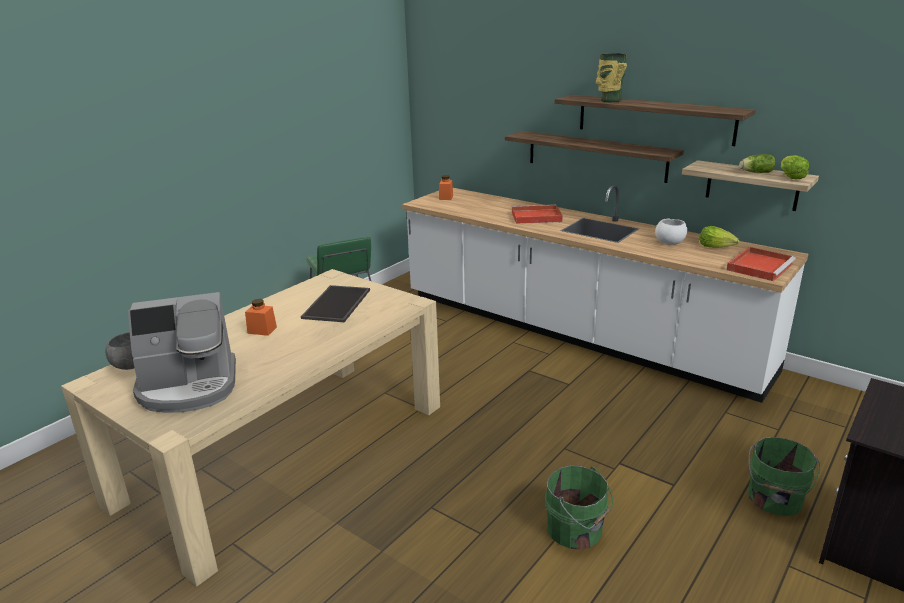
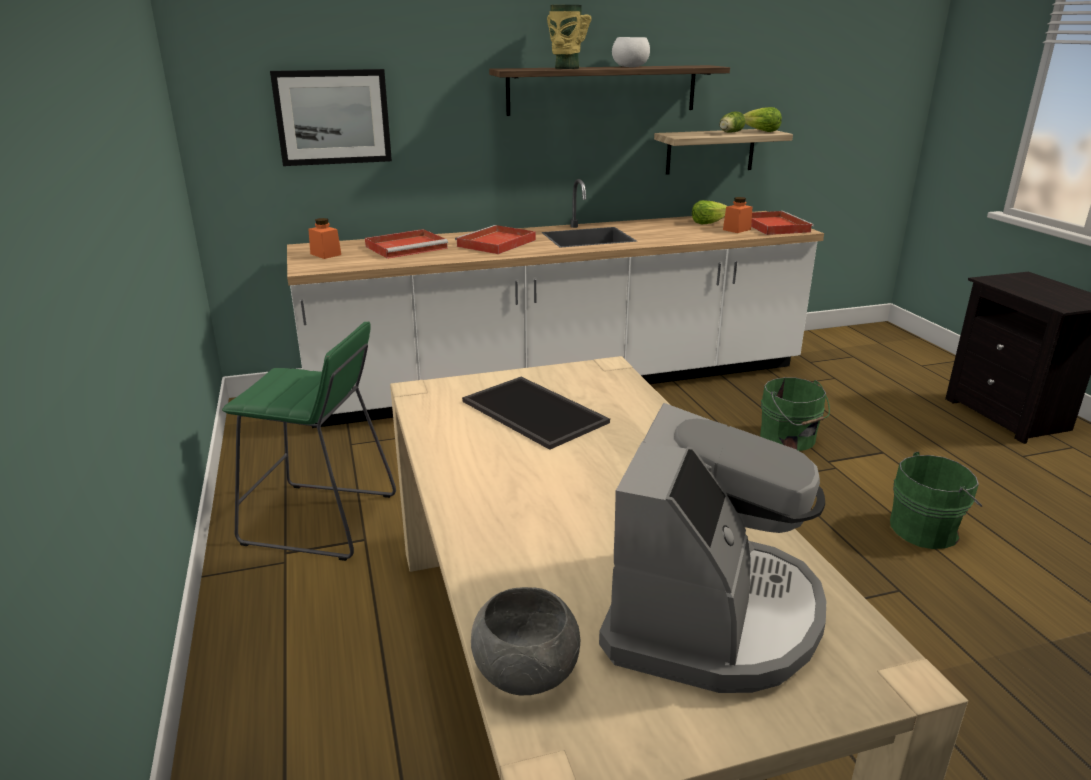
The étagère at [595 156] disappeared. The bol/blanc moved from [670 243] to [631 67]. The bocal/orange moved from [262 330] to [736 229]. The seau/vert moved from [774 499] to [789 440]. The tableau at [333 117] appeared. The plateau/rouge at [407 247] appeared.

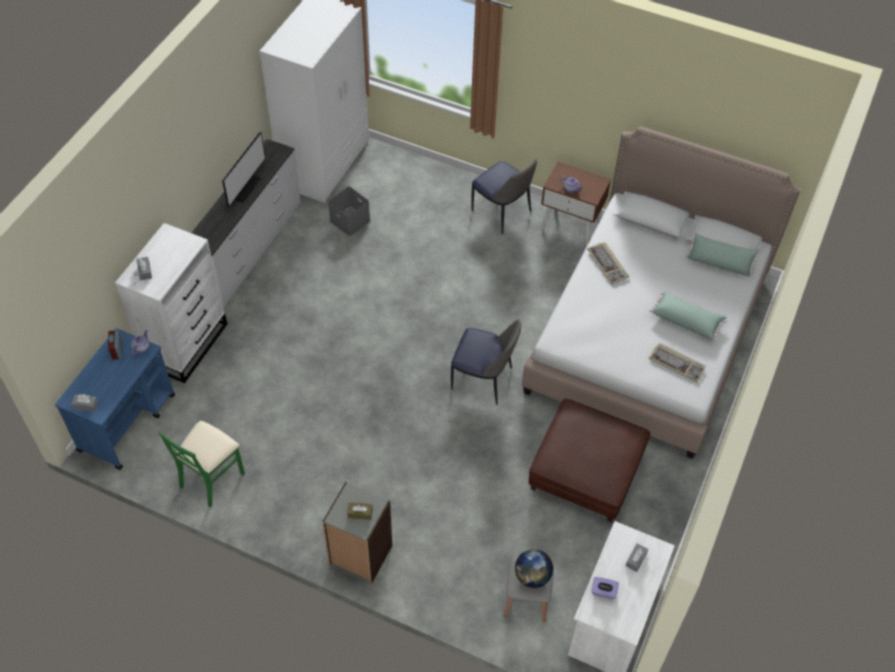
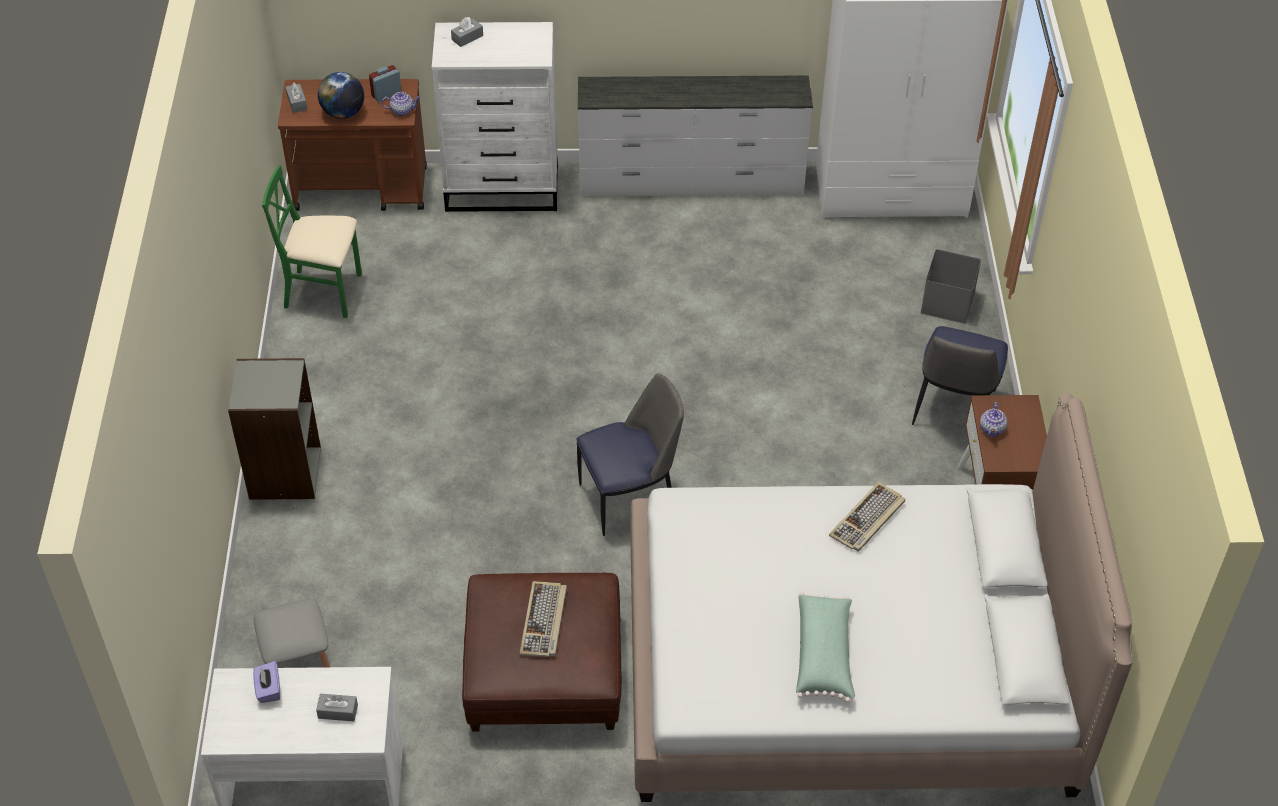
The écran d'ordinateur at [244 188] disappeared. The boîte de rangement/gris moved from [349 221] to [946 301]. The coussin/vert at [719 264] disappeared. The chaise at [483 380] turned 105 degrees counterclockwise. The chariot/bleu at [127 422] became the chariot/marron at [362 189]. The clavier moved from [677 363] to [544 621]. The boîte à mouchoirs/marron at [360 513] disappeared. The globe moved from [532 576] to [343 113].

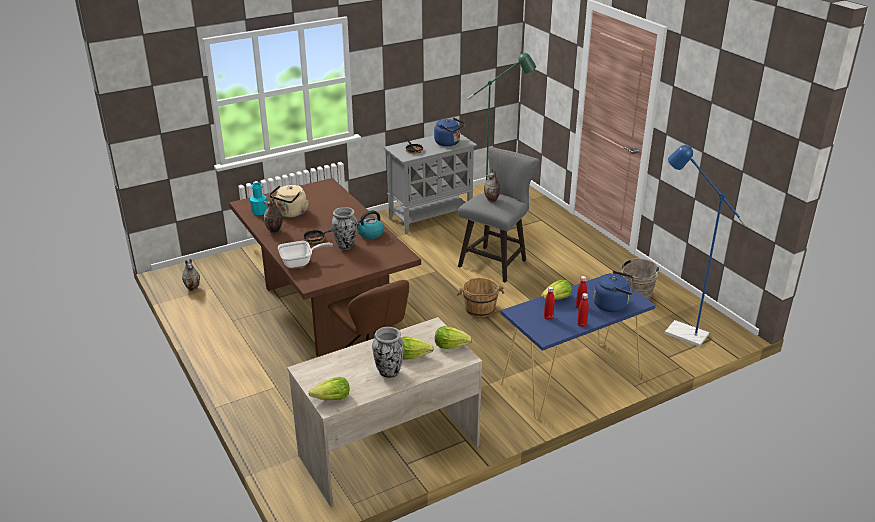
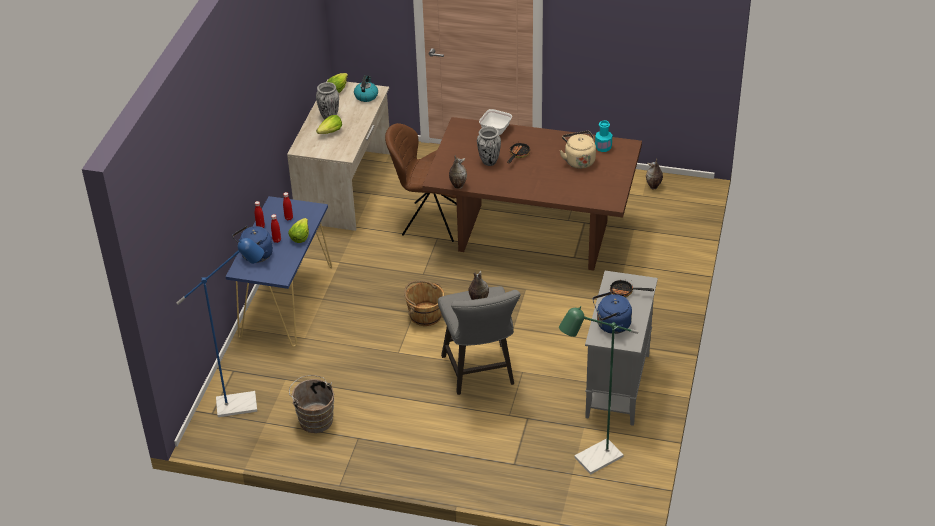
The vase moved from [274 231] to [457 185]. The bouilloire moved from [370 234] to [366 96]. The laitue at [451 345] disappeared.

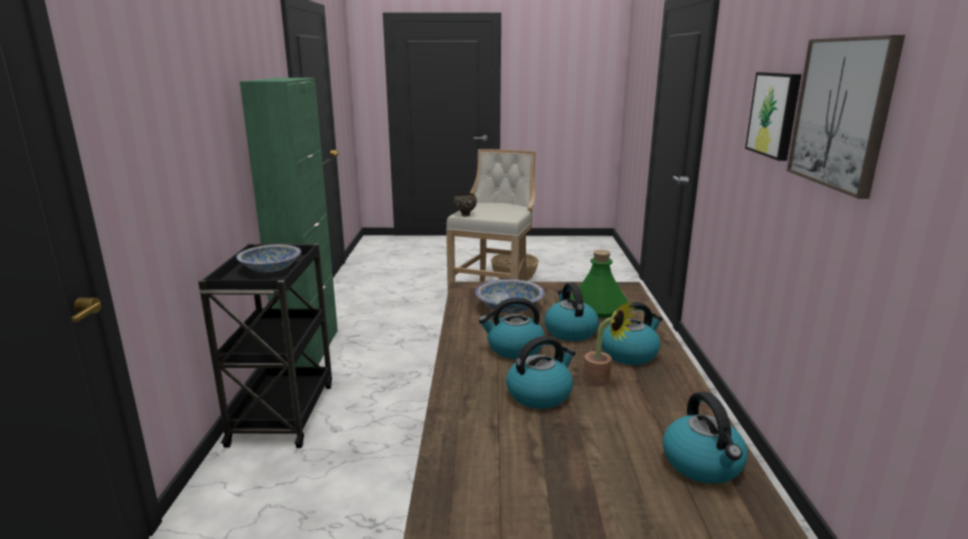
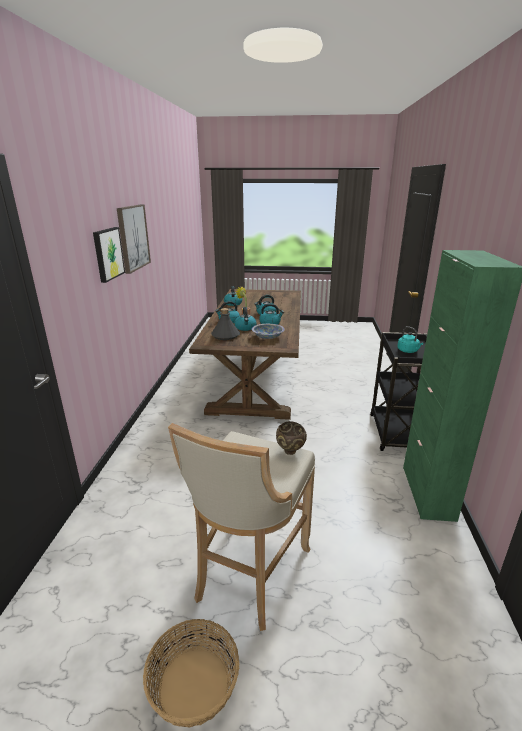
The bol at [271 269] was replaced by the bouilloire/turquoise at [408 351]. The bouteille/vert at [598 308] became the bouteille/gris at [225 336].

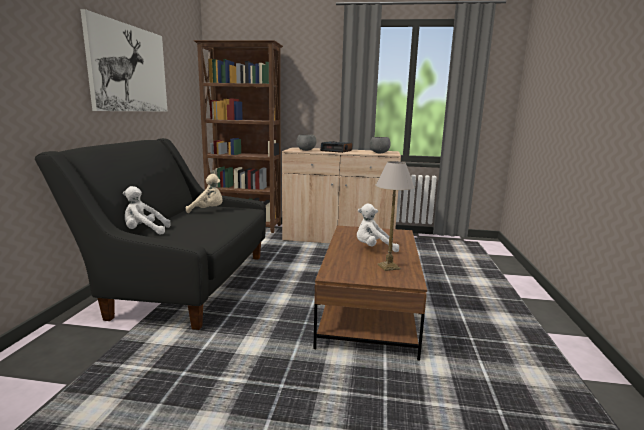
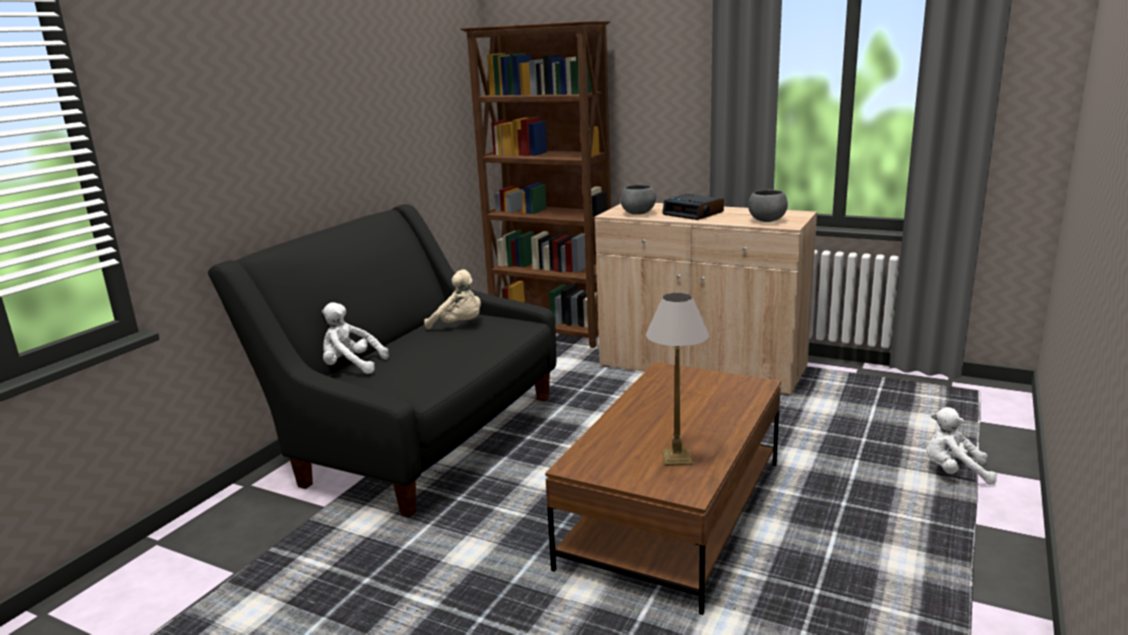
The tableau at [129 69] disappeared. The peluche/blanc moved from [374 248] to [954 472].

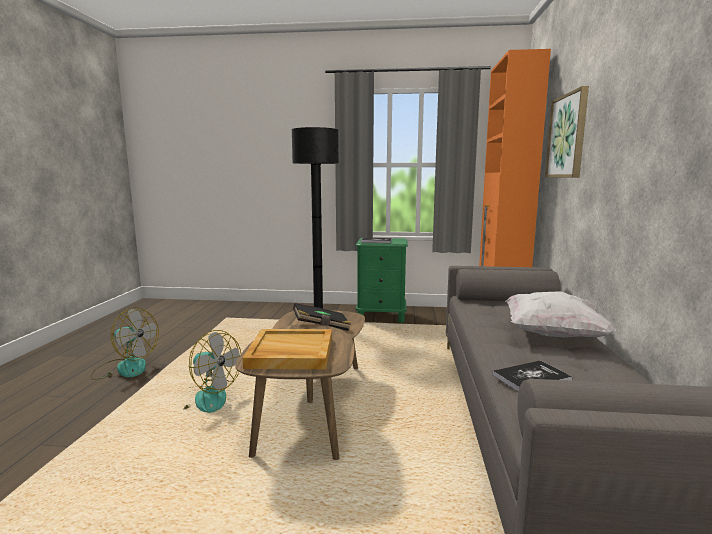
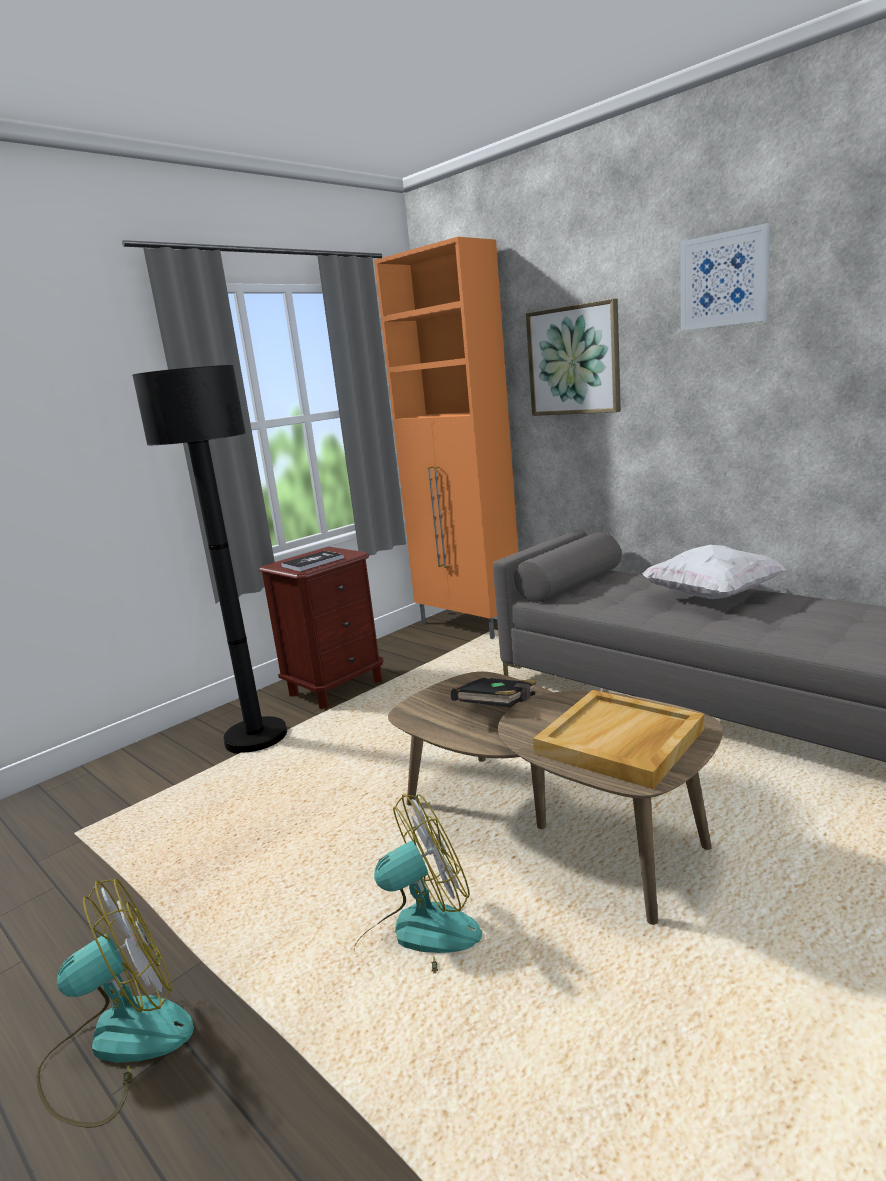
The table de chevet/vert at [381 316] became the table de chevet/marron at [336 687]. The livre at [531 378] disappeared. The tableau at [724 280] appeared.

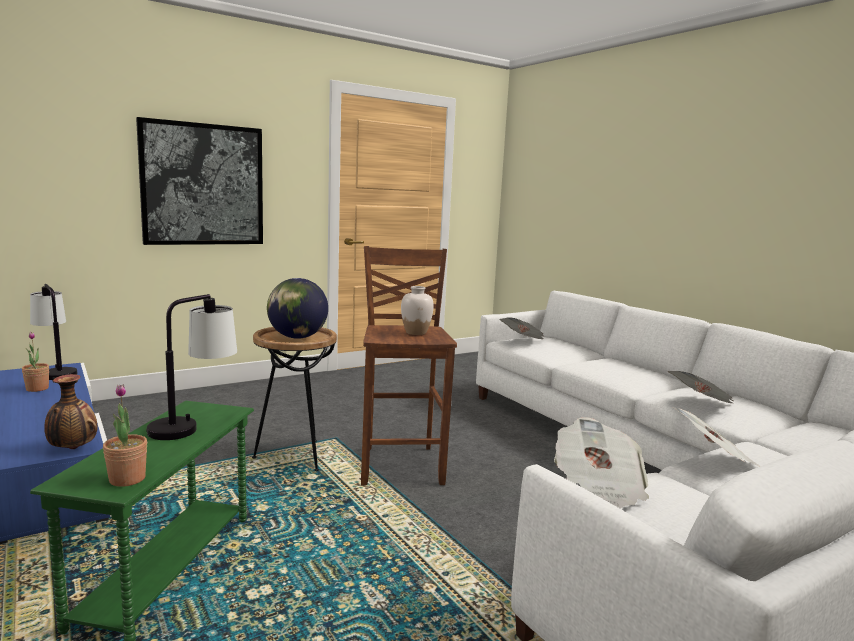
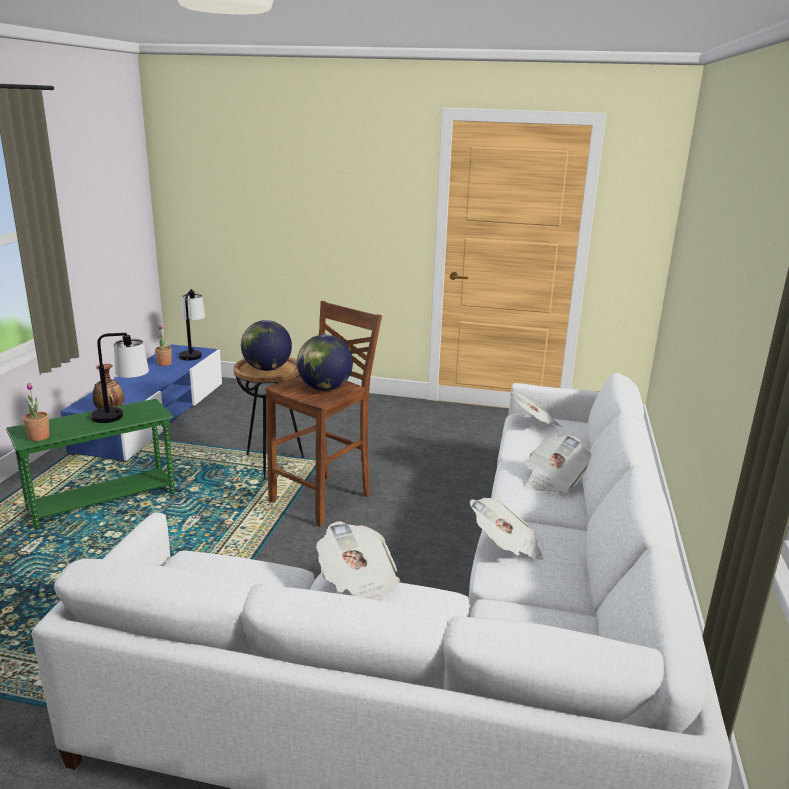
The tableau at [203 184] disappeared. The vase/blanc at [416 333] was replaced by the globe at [325 389]. The journal moved from [598 488] to [554 480].

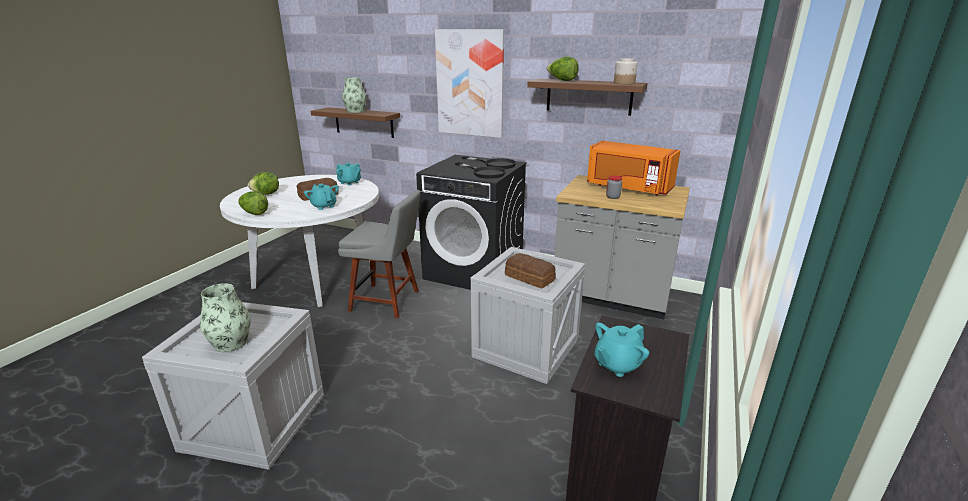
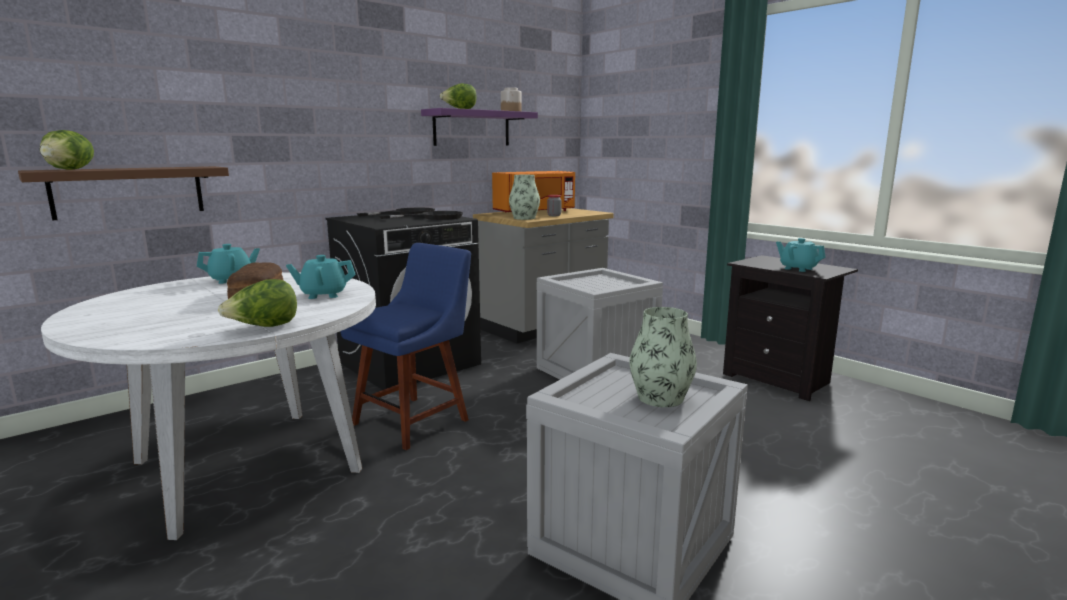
The tableau at [470 84] disappeared. The vase moved from [355 111] to [524 218]. The étagère/marron at [589 96] became the étagère/violet at [472 128]. The laitue moved from [266 194] to [71 169]. The chaise/gris at [388 301] became the chaise/bleu at [415 420]. The pain at [529 278] disappeared. The théière/turquoise at [617 364] turned 150 degrees clockwise.

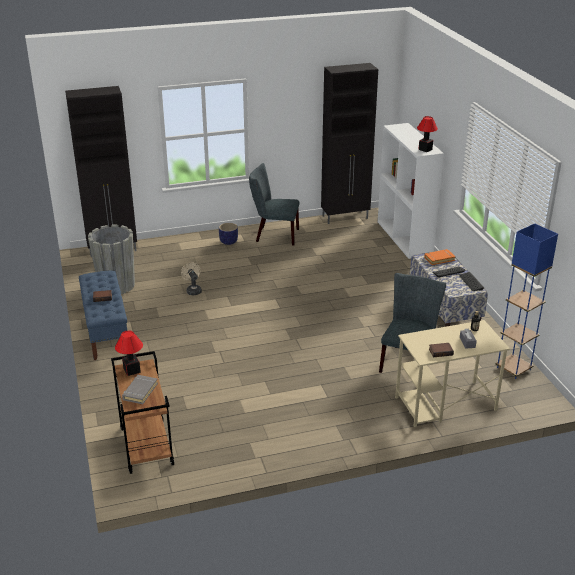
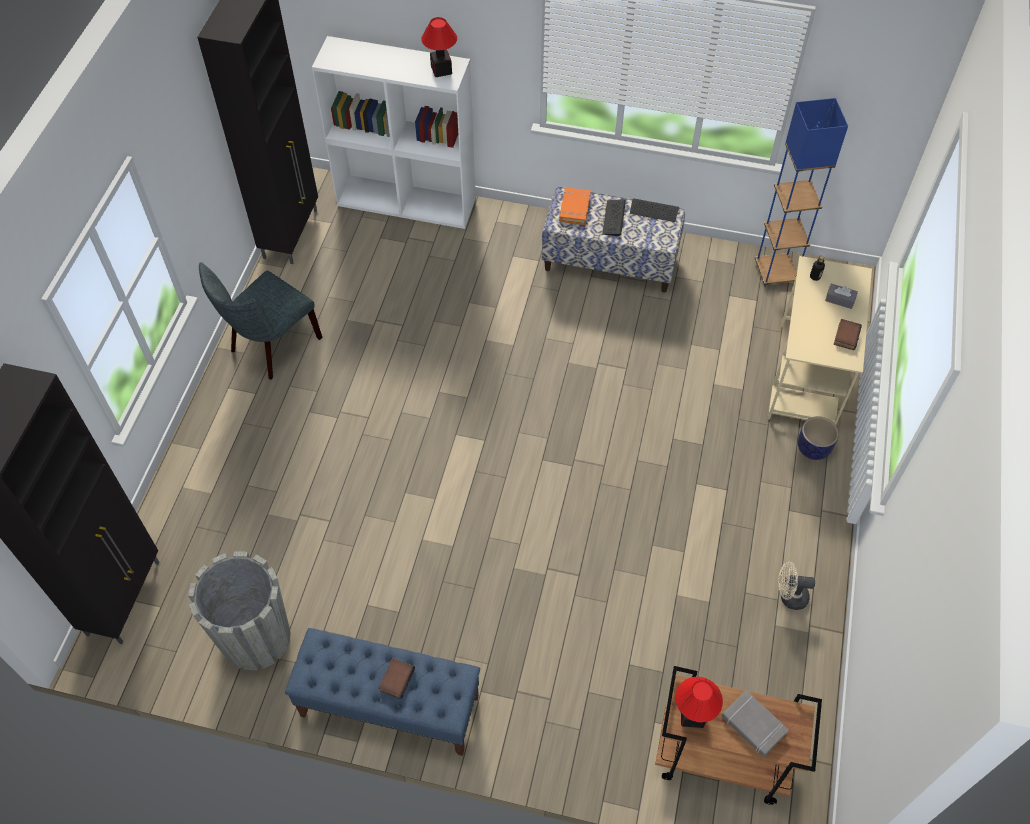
The cache-pot moved from [228 241] to [812 448]. The ventilateur/beige moved from [193 290] to [789 597]. The chaise/gris at [408 361] disappeared.

